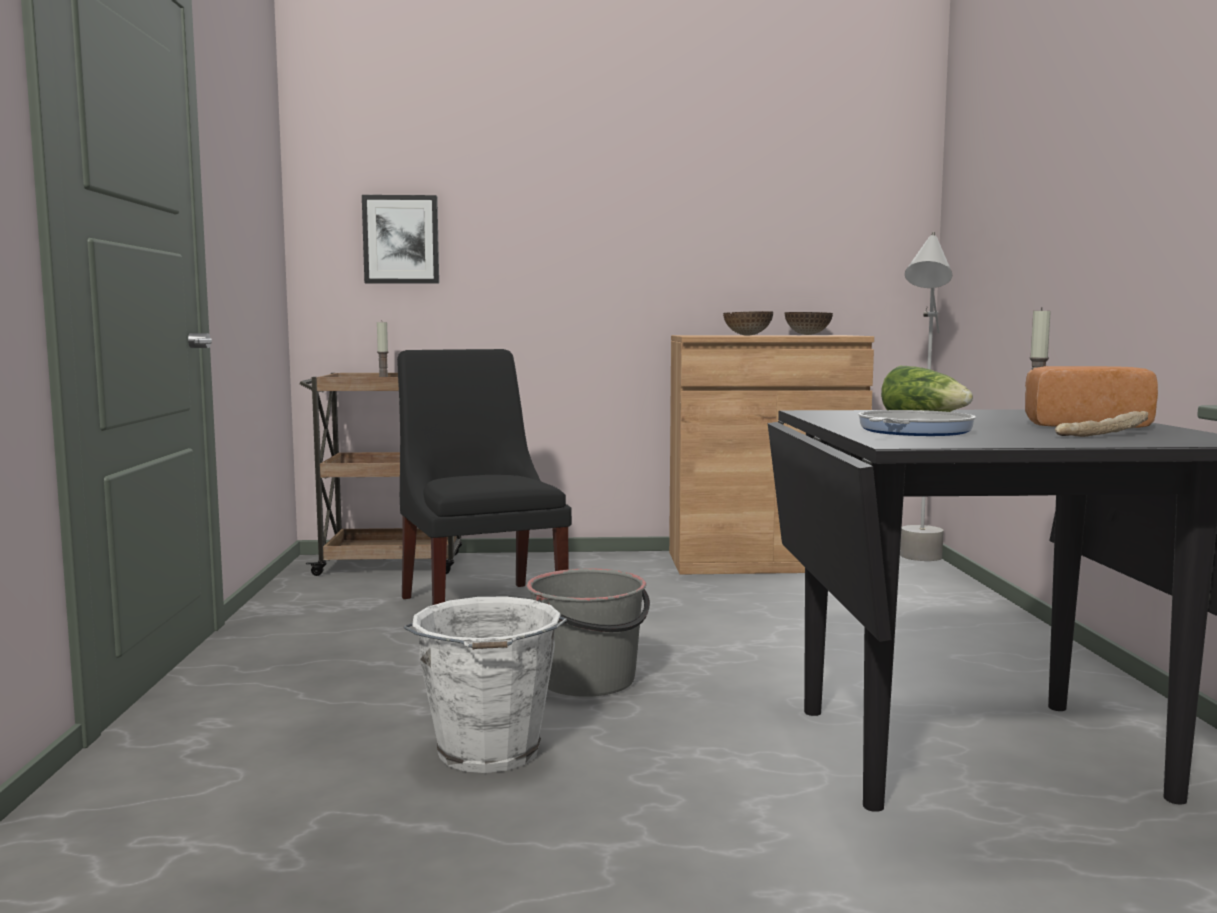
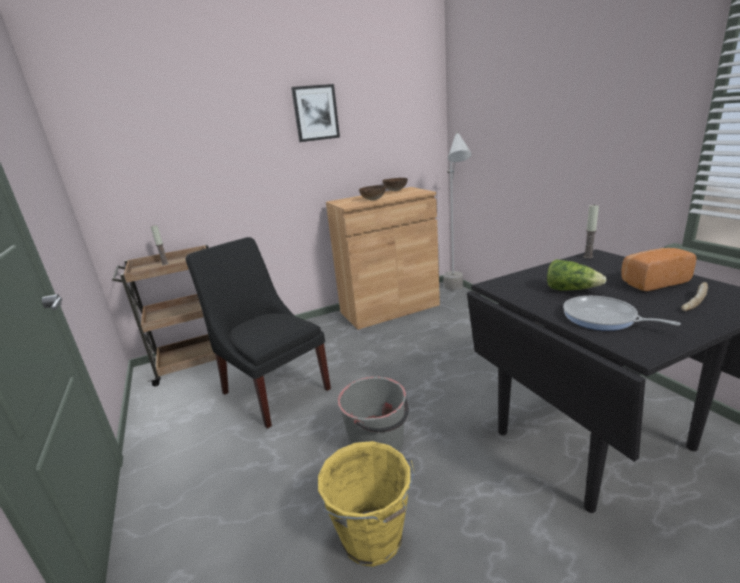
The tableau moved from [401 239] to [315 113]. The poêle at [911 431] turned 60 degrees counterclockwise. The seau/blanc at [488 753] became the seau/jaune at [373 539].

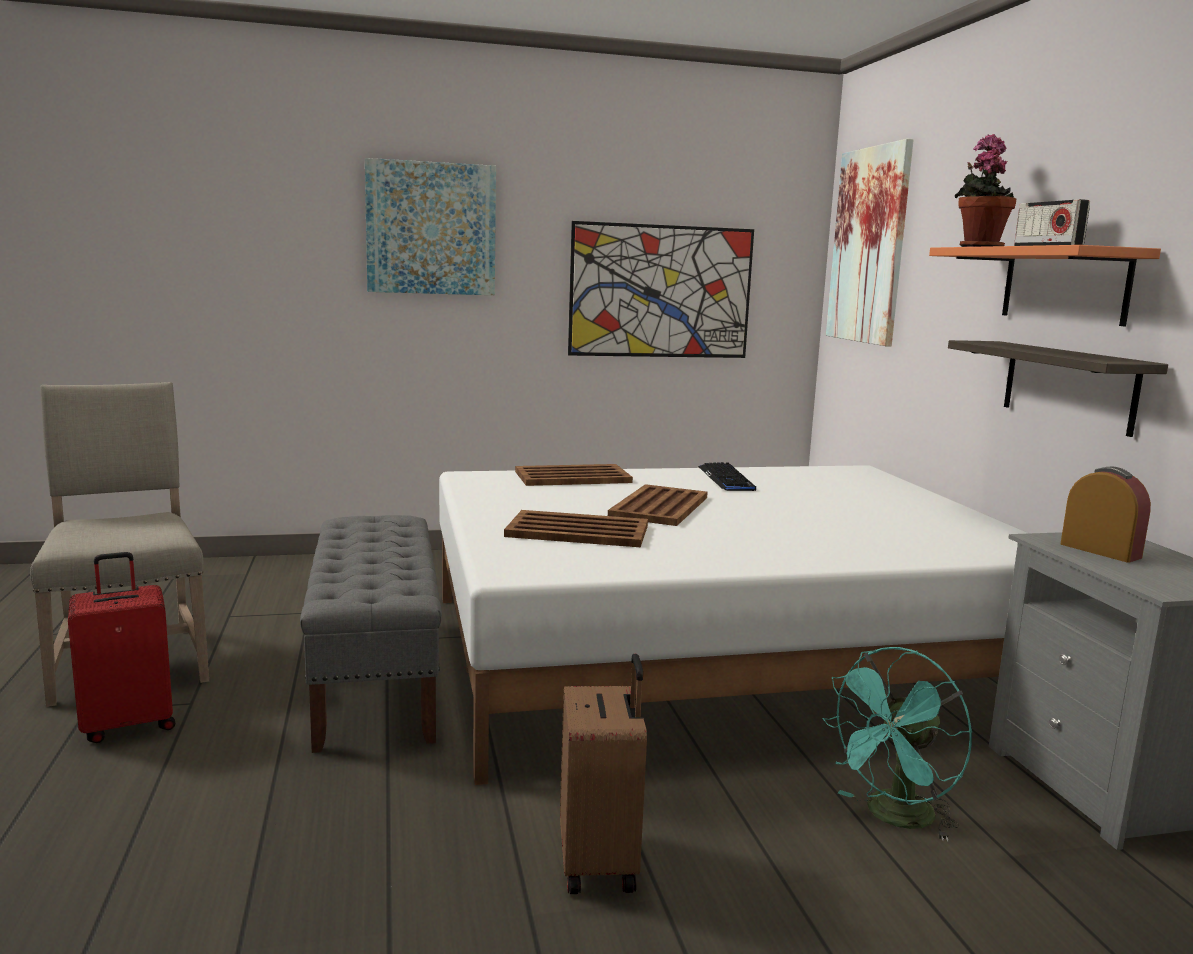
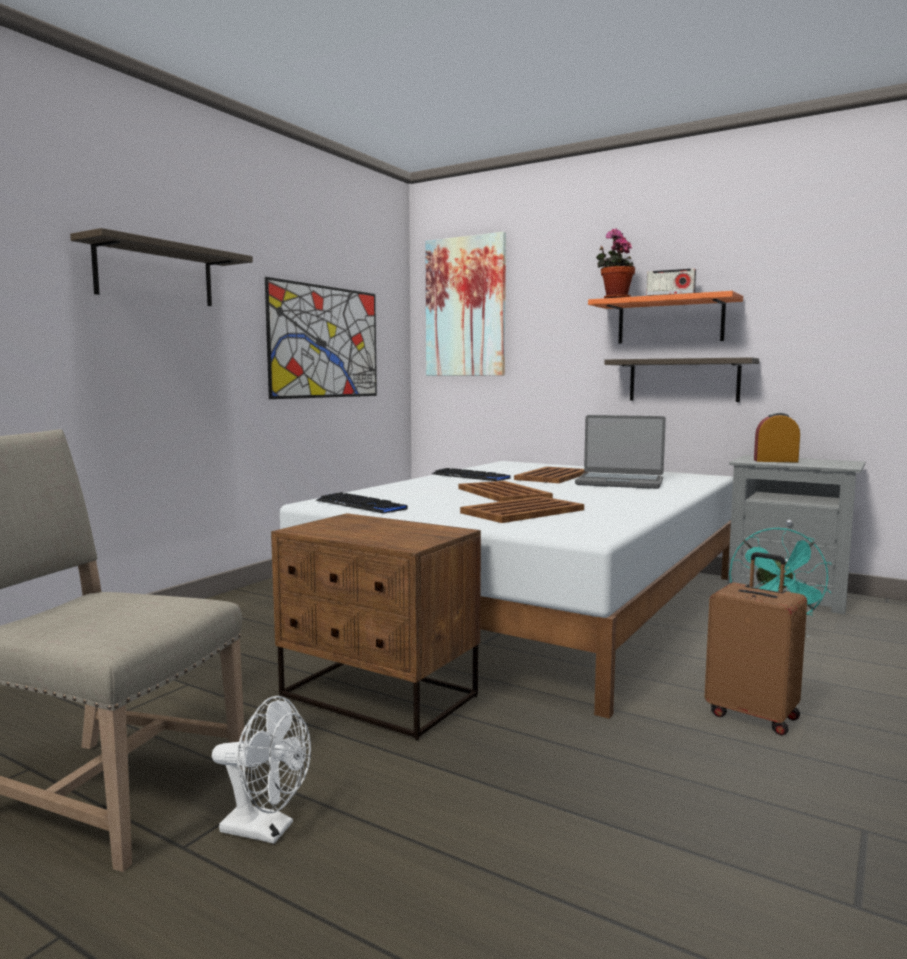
The tableau at [431 228] was replaced by the étagère at [155 274]. The plateau/marron moved from [574 477] to [552 476]. The banc/gris at [376 677] was replaced by the table de chevet/marron at [378 697]. The valise/rouge at [129 724] was replaced by the ventilateur/blanc at [267 830]. The ordinateur portable at [620 482] appeared. The clavier at [360 505] appeared.

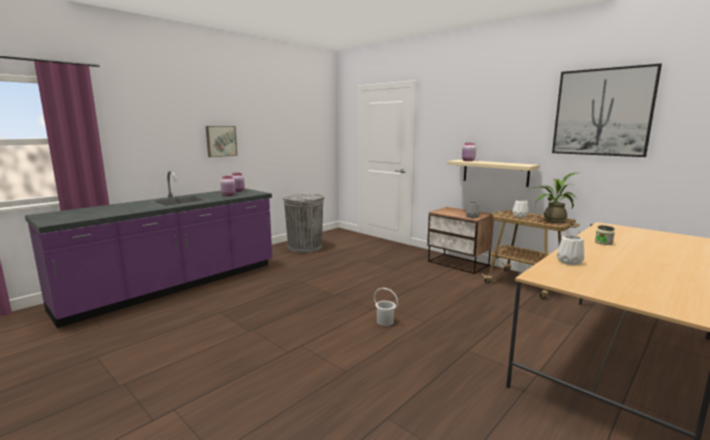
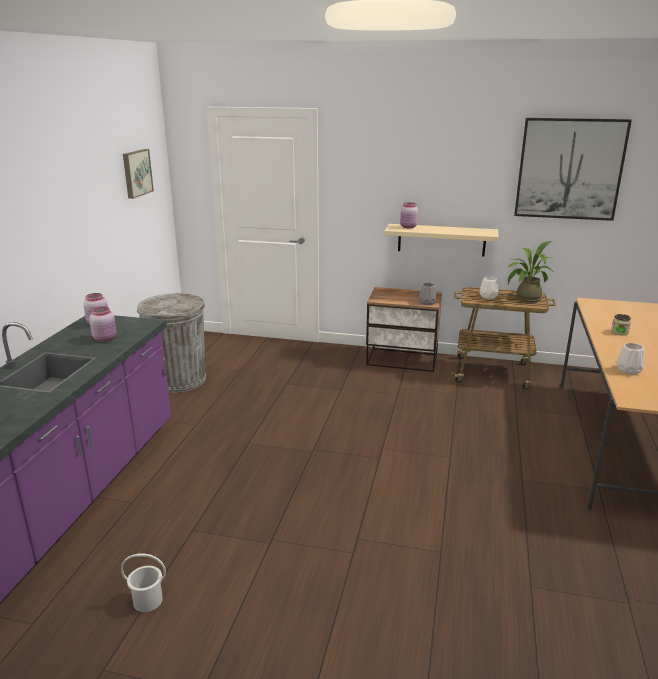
The tableau moved from [221 141] to [136 173]. The seau/blanc moved from [385 321] to [147 600].

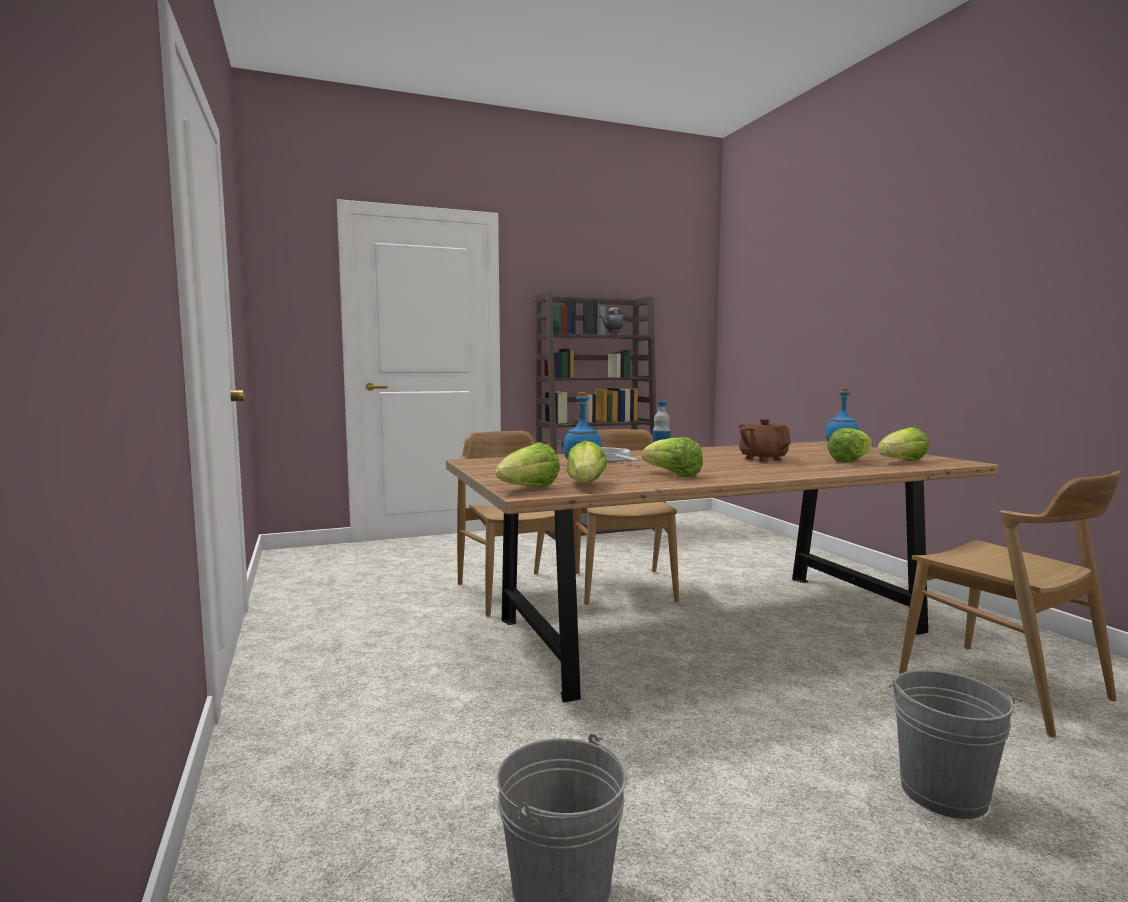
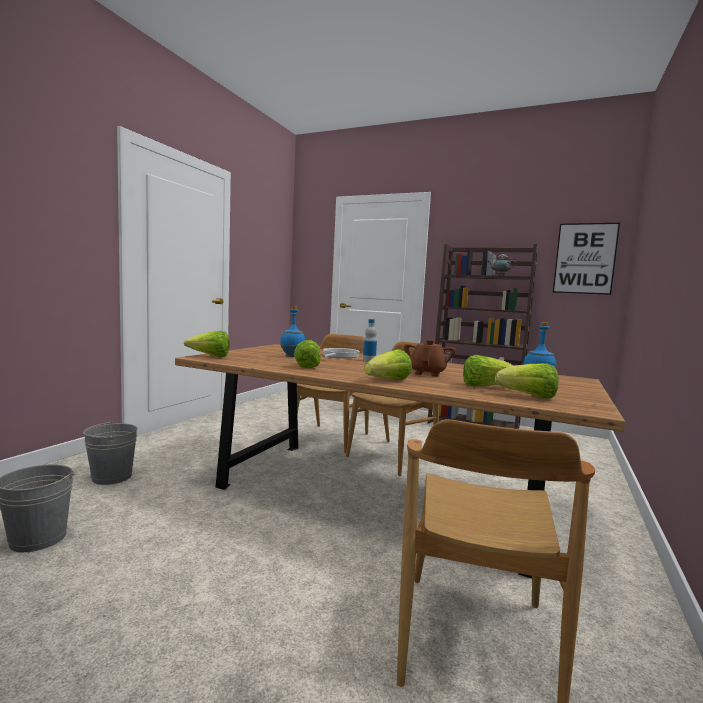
The laitue moved from [585 485] to [388 381]. The seau/gris moved from [943 793] to [112 477]. The tableau at [585 258] appeared.

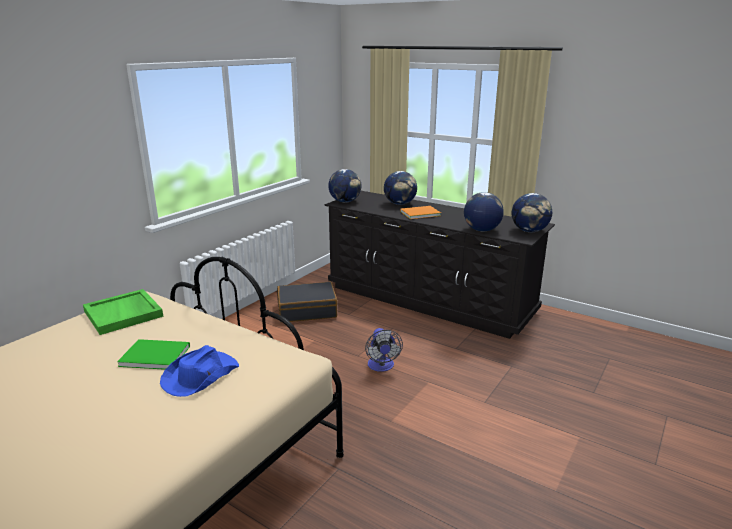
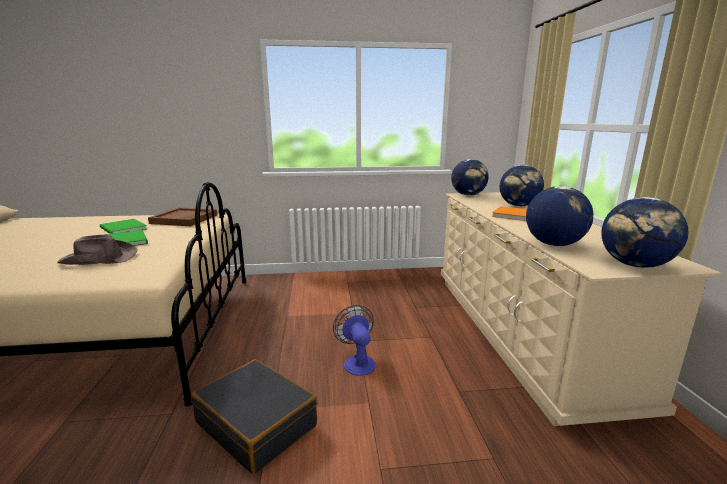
The commode/noir at [428 299] became the commode/beige at [519 331]. The valise/noir moved from [307 310] to [257 424]. The plateau/vert at [124 314] became the plateau/marron at [184 219]. The ventilateur at [381 367] turned 120 degrees clockwise. The chapeau/bleu at [199 376] became the chapeau/marron at [98 258]. The livre/vert at [122 229] appeared.

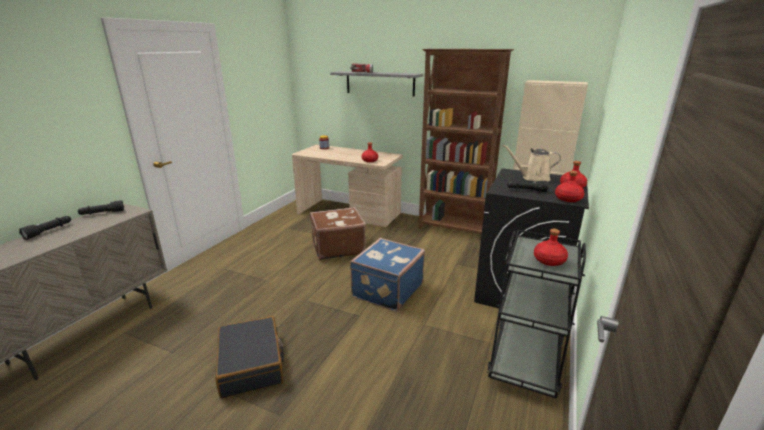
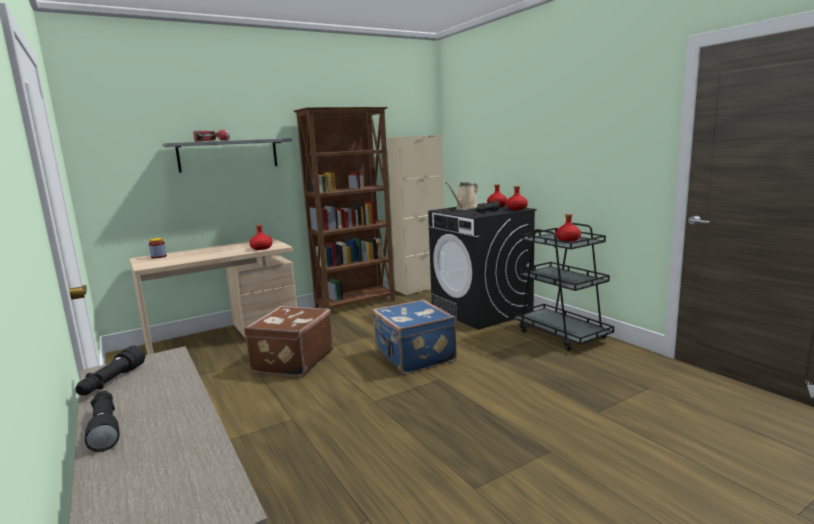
The valise/noir at [251 364] disappeared.

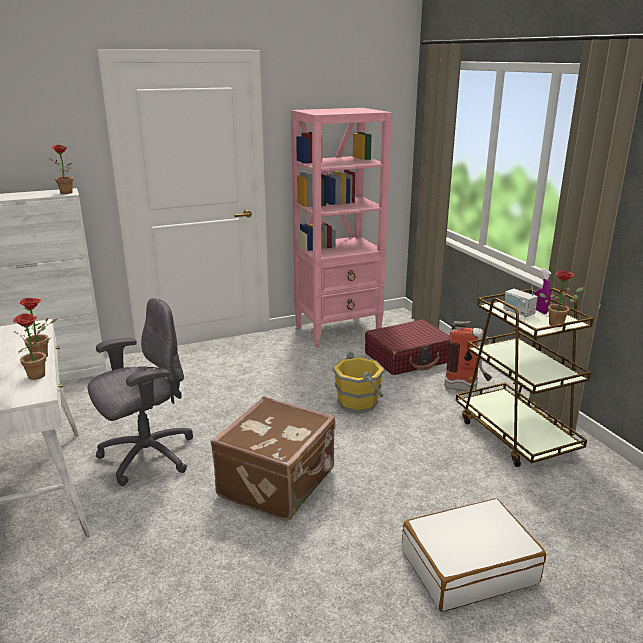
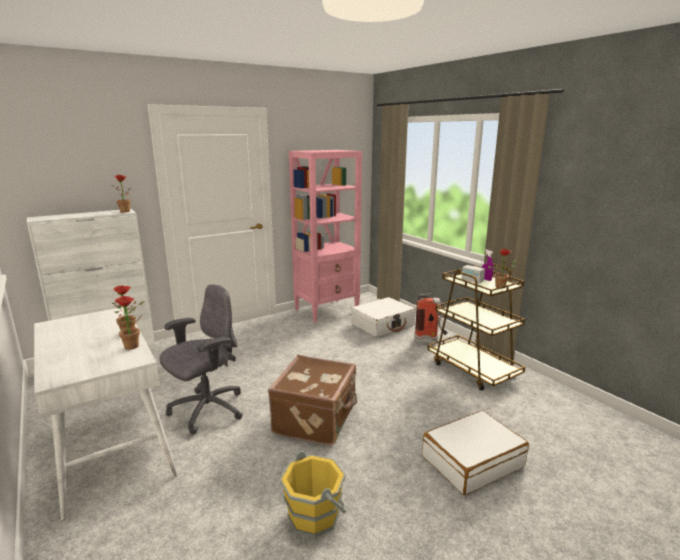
The valise/rouge at [408 358] became the valise/blanc at [383 325]. The seau/jaune moved from [358 402] to [314 515].

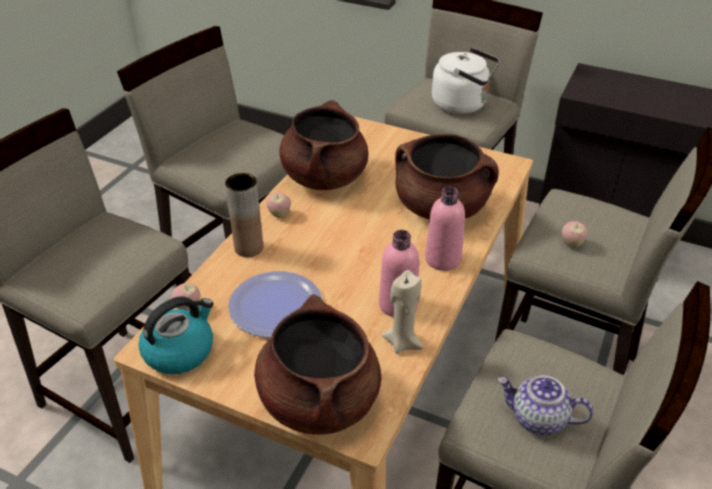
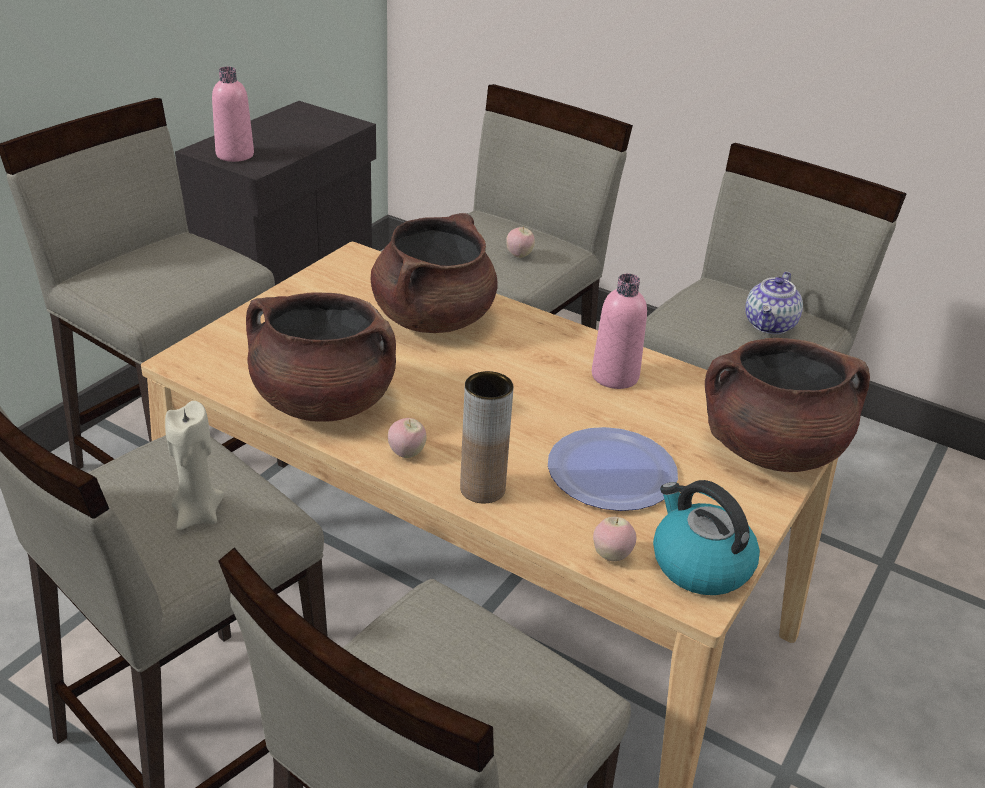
The bouilloire/blanc at [462 105] disappeared. The bouteille/rose moved from [443 259] to [235 155]. The bougie/beige moved from [403 342] to [197 514].

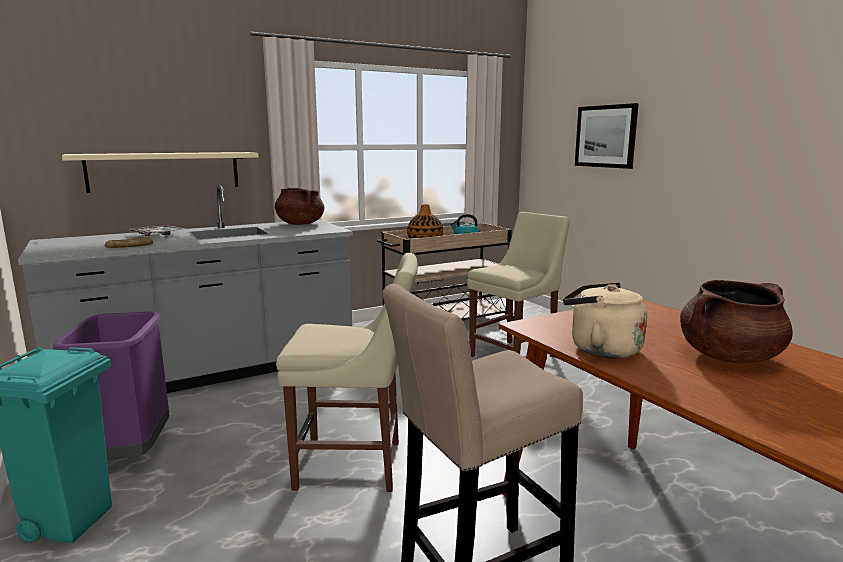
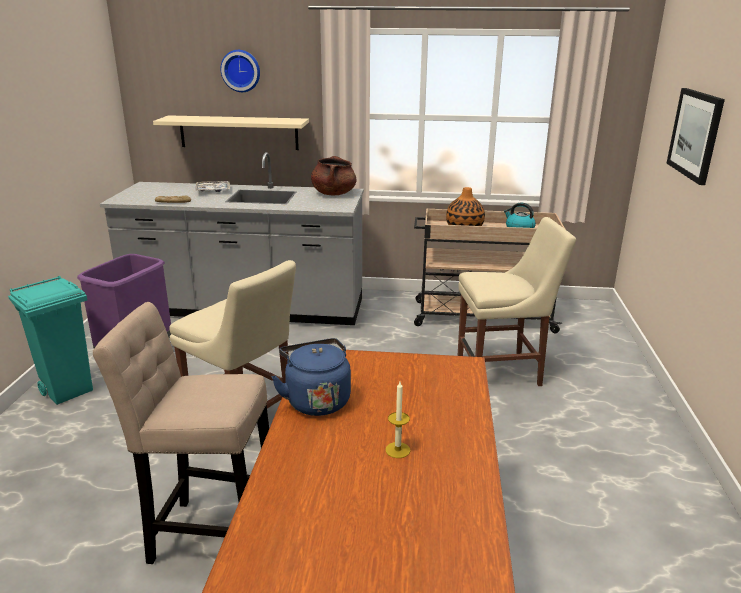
The marmite/marron at [729 357] was replaced by the bougie at [397 450]. The bouilloire/beige at [600 349] became the bouilloire/bleu at [316 400]. The horloge murale at [241 70] appeared.

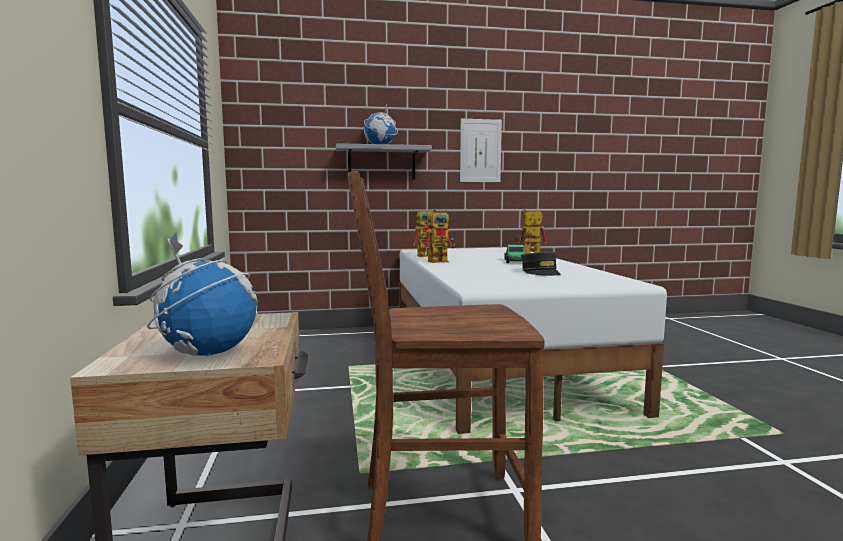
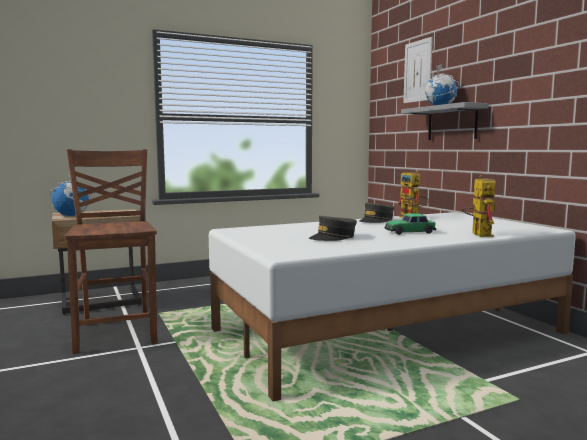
The tableau moved from [480 150] to [417 71]. The robot jouet at [440 261] was replaced by the casquette/gris at [376 220].

